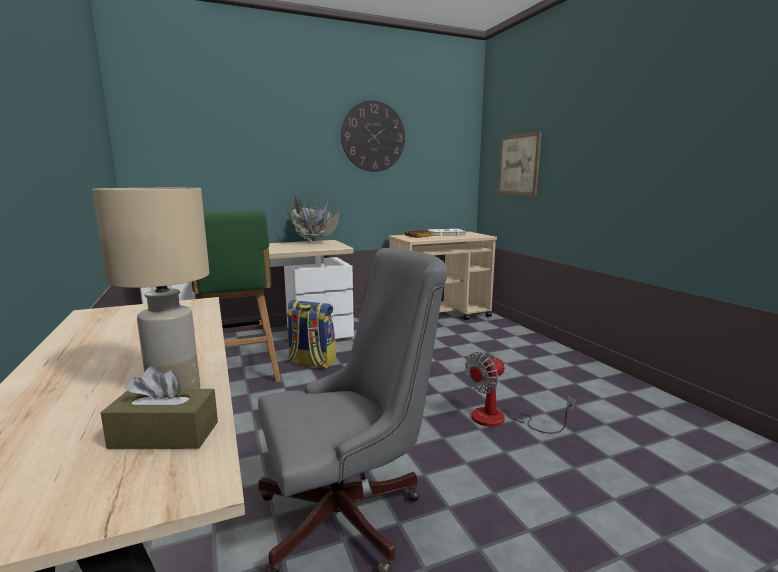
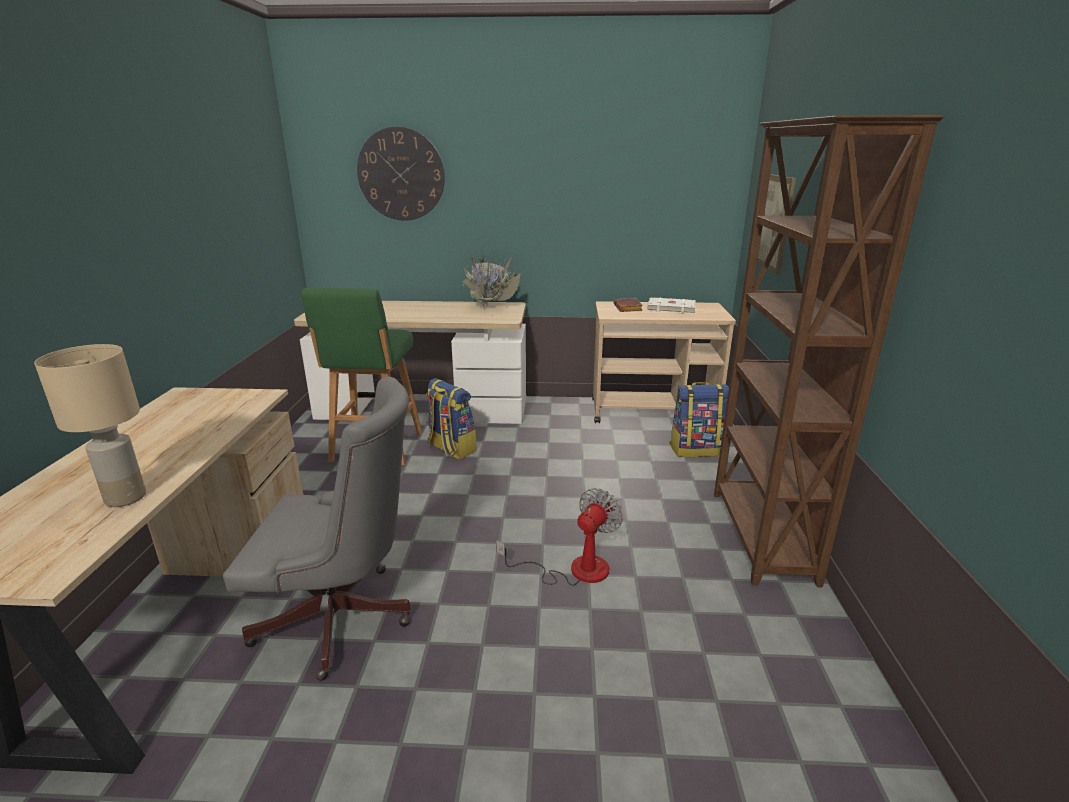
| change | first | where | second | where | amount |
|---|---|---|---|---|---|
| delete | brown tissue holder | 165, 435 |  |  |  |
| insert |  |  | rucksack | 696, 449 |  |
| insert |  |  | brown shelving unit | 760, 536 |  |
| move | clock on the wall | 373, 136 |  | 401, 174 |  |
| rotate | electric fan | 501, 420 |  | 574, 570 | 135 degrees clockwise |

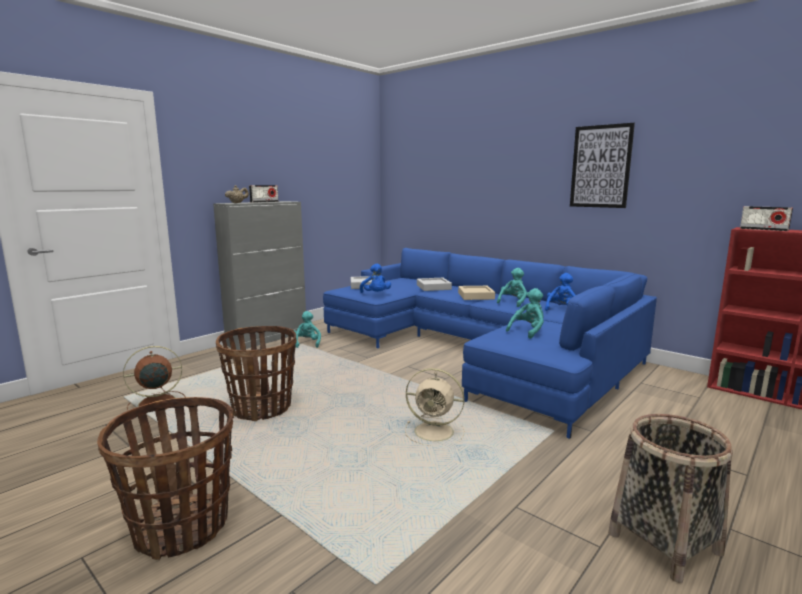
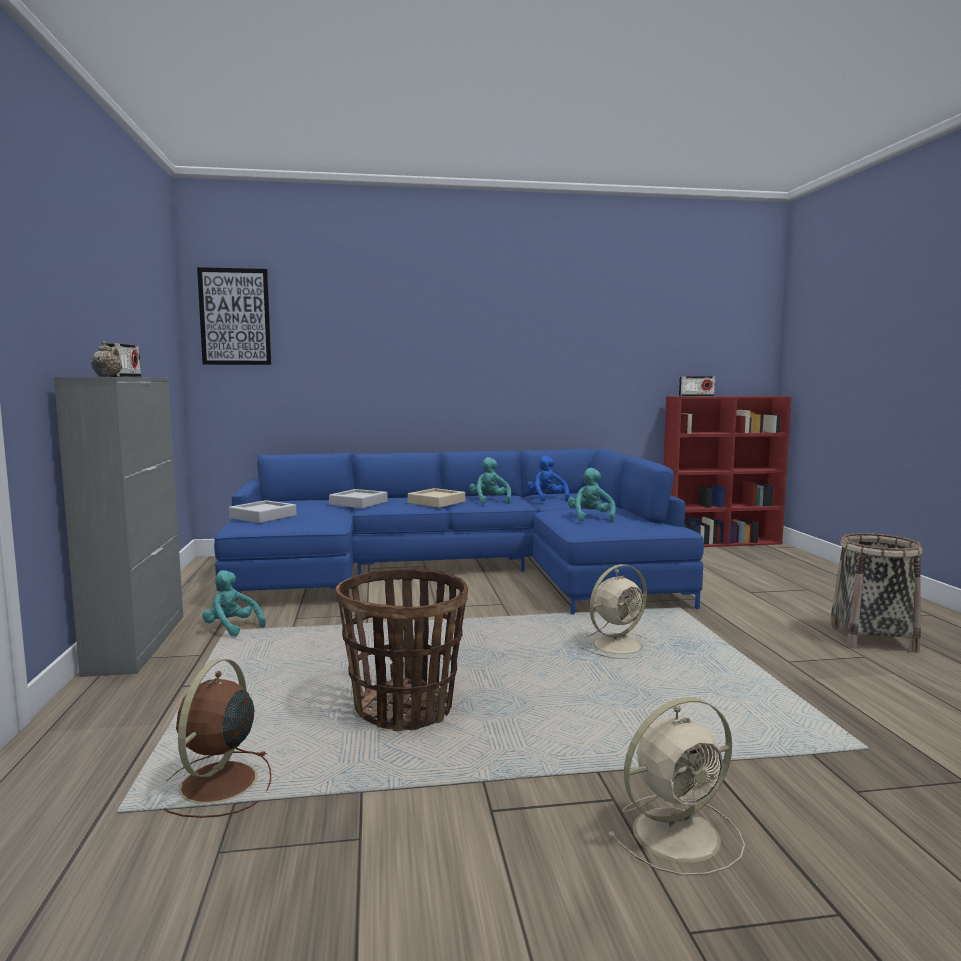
| change | first | where | second | where | amount |
|---|---|---|---|---|---|
| delete | blue-coloured cuddly toy | 375, 294 |  |  |  |
| move | wall art | 600, 166 |  | 235, 317 |  |
| replace | household basket | 181, 527 | sand-coloured electric fan | 679, 833 |  |

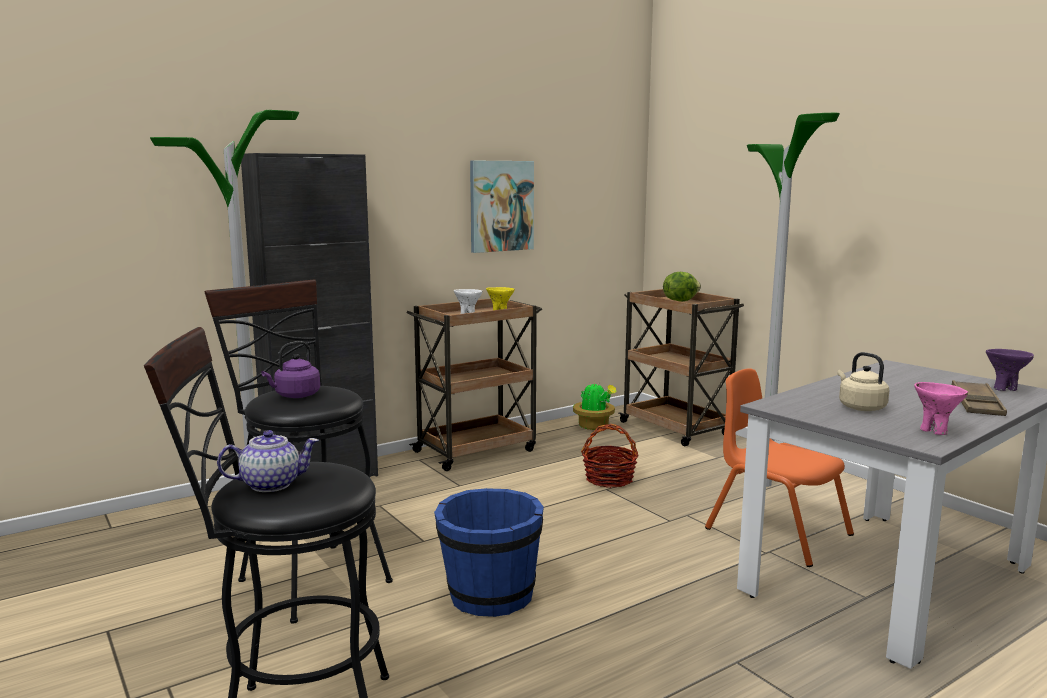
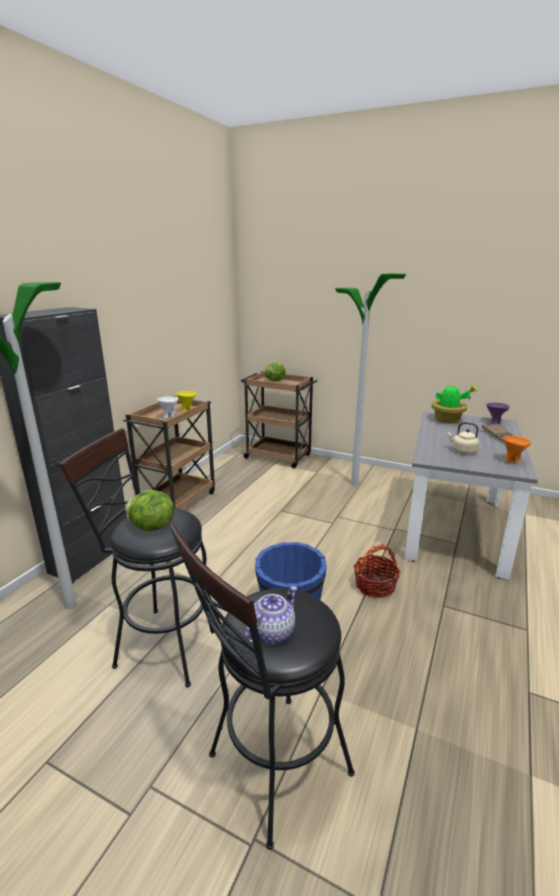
| change | first | where | second | where | amount |
|---|---|---|---|---|---|
| delete | wall art | 501, 206 |  |  |  |
| delete | orangey chair | 777, 532 |  |  |  |
| move | plant in a pot | 594, 427 |  | 448, 420 |  |
| move | household basket | 609, 479 |  | 375, 585 |  |
| replace | purple tea kettle | 295, 396 | lettuce head | 151, 527 |  |
| recolor | pink deep dish | 934, 431 | orangey deep dish | 511, 461 |  |

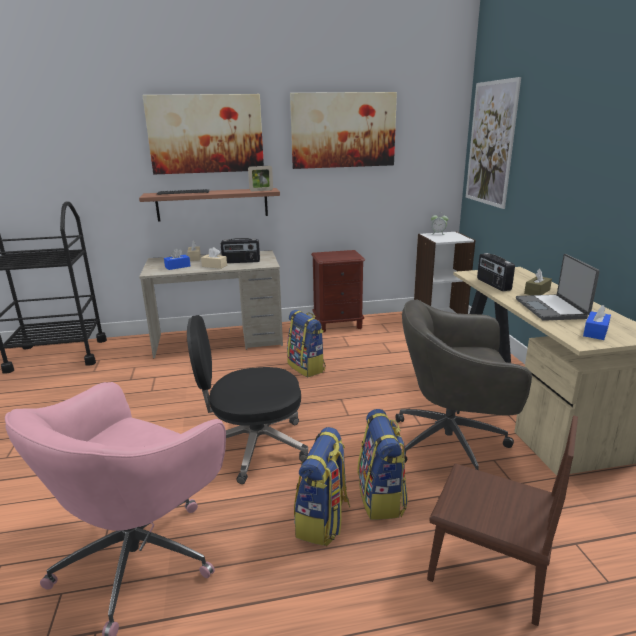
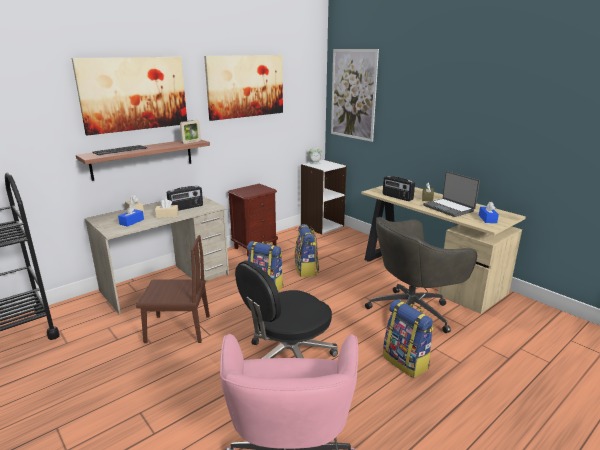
| change | first | where | second | where | amount |
|---|---|---|---|---|---|
| move | rucksack | 323, 521 |  | 306, 270 |  |
| move | brown chair | 488, 568 |  | 178, 329 |  |

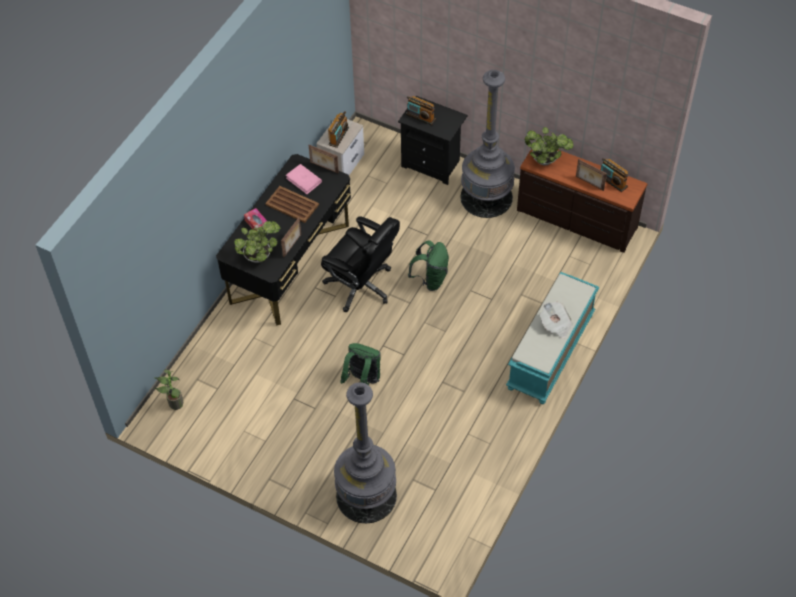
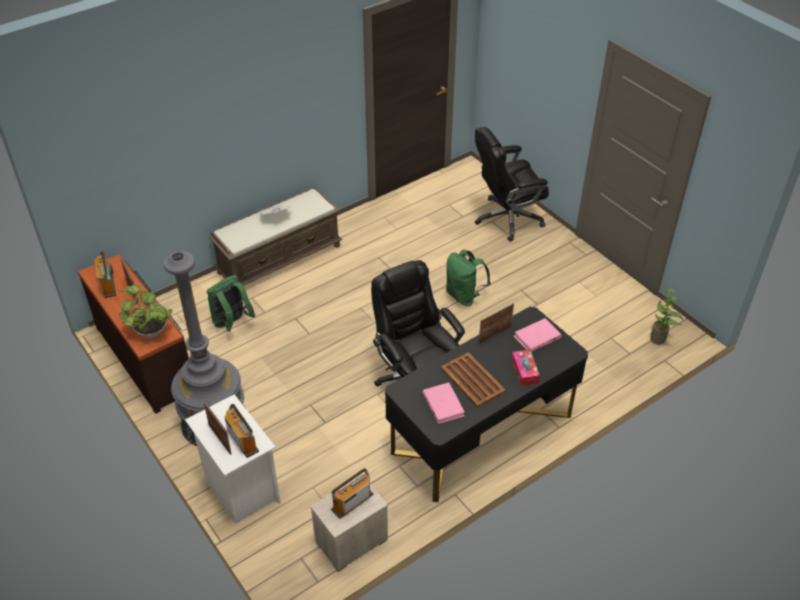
| change | first | where | second | where | amount |
|---|---|---|---|---|---|
| move | standing frame | 324, 168 |  | 220, 439 |  |
| move | green rucksack | 430, 279 |  | 232, 323 |  |
| replace | plant in a pot | 259, 256 | pink volume | 537, 337 |  |
| replace | greyish standard lamp | 366, 495 | black-coloured desk chair | 507, 218 |  |
| recolor | black-coloured nightstand | 432, 164 | whitish nightstand | 240, 490 |  |
| recolor | turquoise-coloured bench | 551, 352 | brown bench | 279, 258 |  |

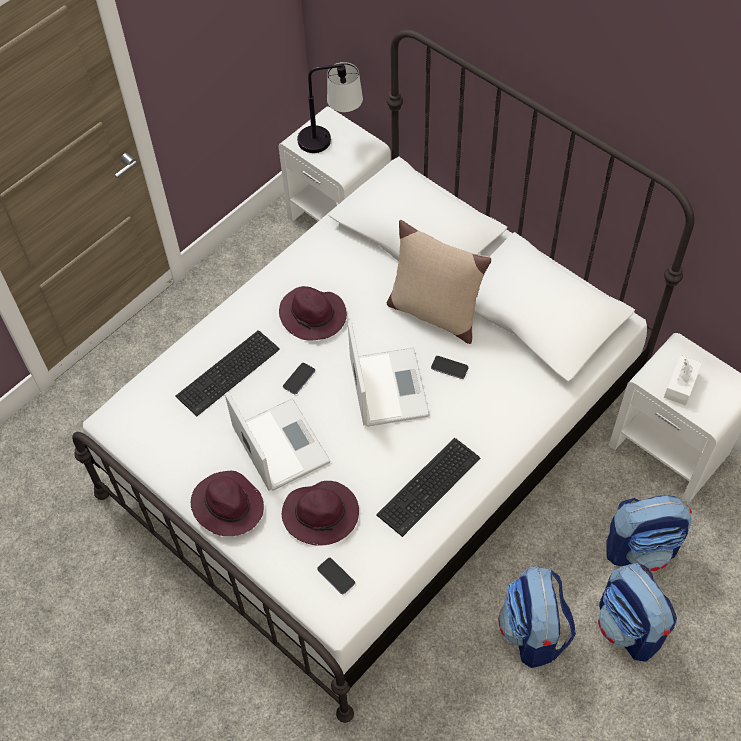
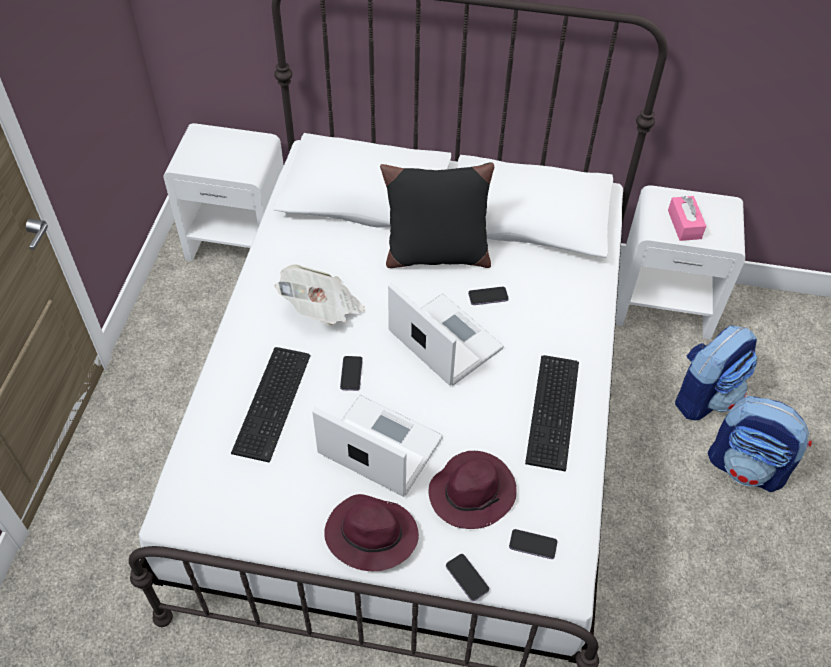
| change | first | where | second | where | amount |
|---|---|---|---|---|---|
| delete | tabletop lamp | 330, 139 |  |  |  |
| delete | rucksack | 533, 632 |  |  |  |
| insert |  |  | handset | 467, 578 |  |
| replace | purple clothing hat | 314, 316 | printed paper | 322, 309 |  |
| recolor | sand-coloured cushion | 434, 312 | black-coloured cushion | 435, 255 |  |
| recolor | whitish tissue holder | 681, 385 | pink tissue holder | 684, 224 |  |

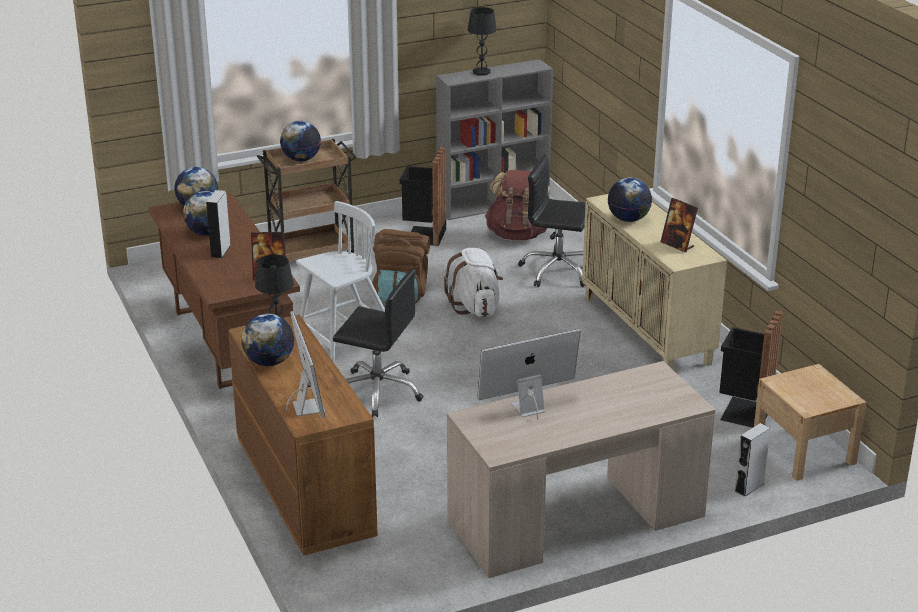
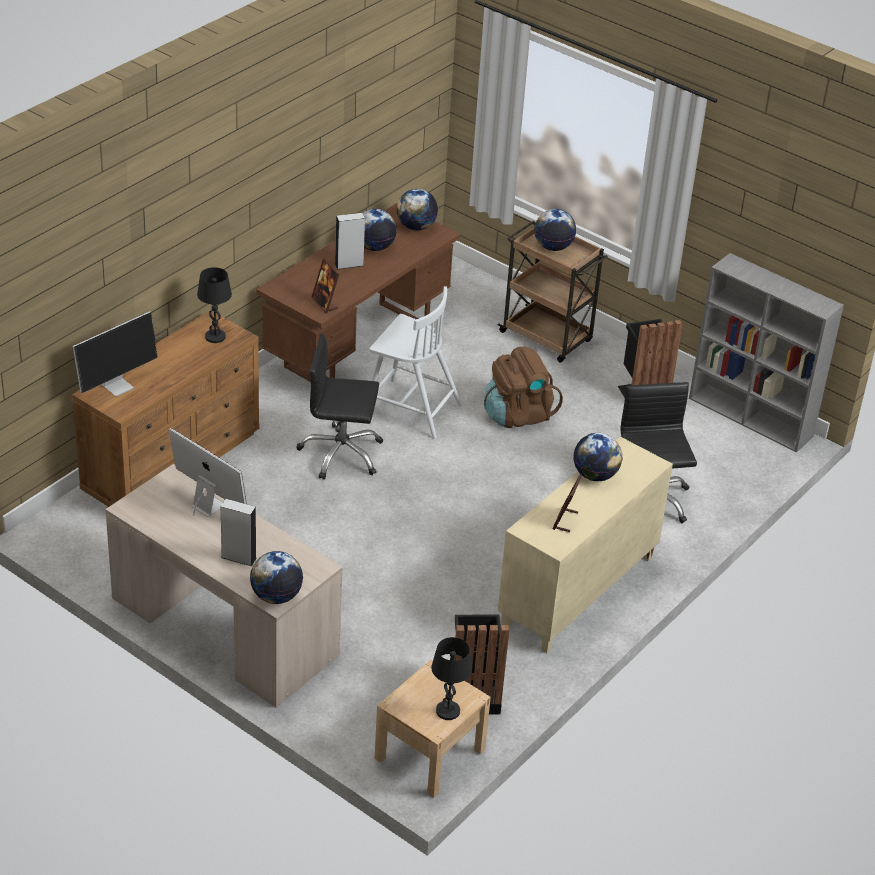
| change | first | where | second | where | amount |
|---|---|---|---|---|---|
| delete | whitish rucksack | 476, 308 |  |  |  |
| delete | brown rucksack | 517, 235 |  |  |  |
| move | world globe | 269, 362 |  | 276, 596 |  |
| move | black-coloured tabletop lamp | 481, 72 |  | 447, 711 |  |
| move | greyish audio speaker | 749, 487 |  | 238, 557 |  |
| rotate | black-coloured desk chair | 378, 392 |  | 341, 454 | 105 degrees clockwise |

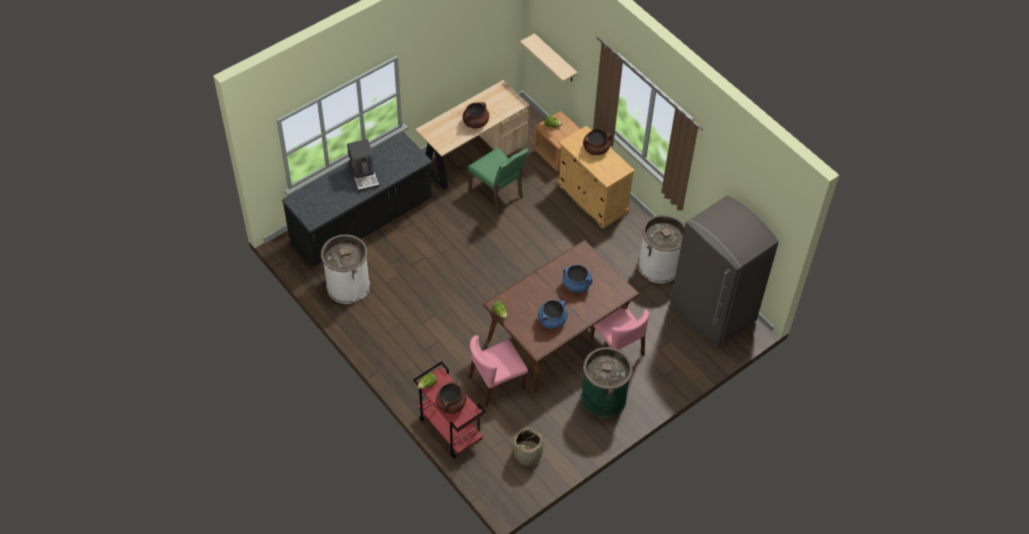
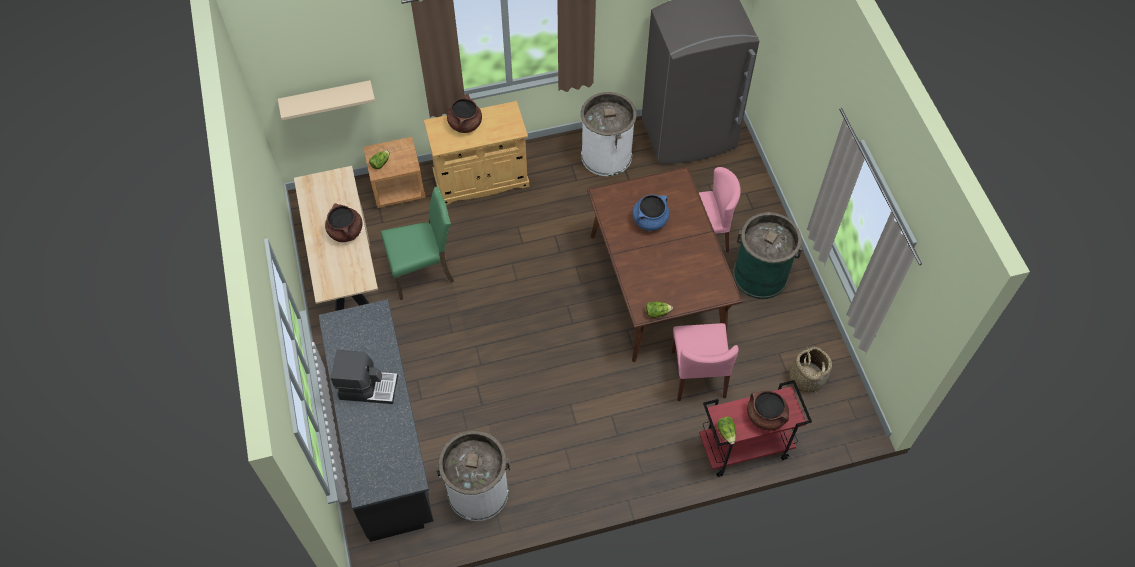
| change | first | where | second | where | amount |
|---|---|---|---|---|---|
| delete | blue-coloured saucepot | 552, 320 |  |  |  |

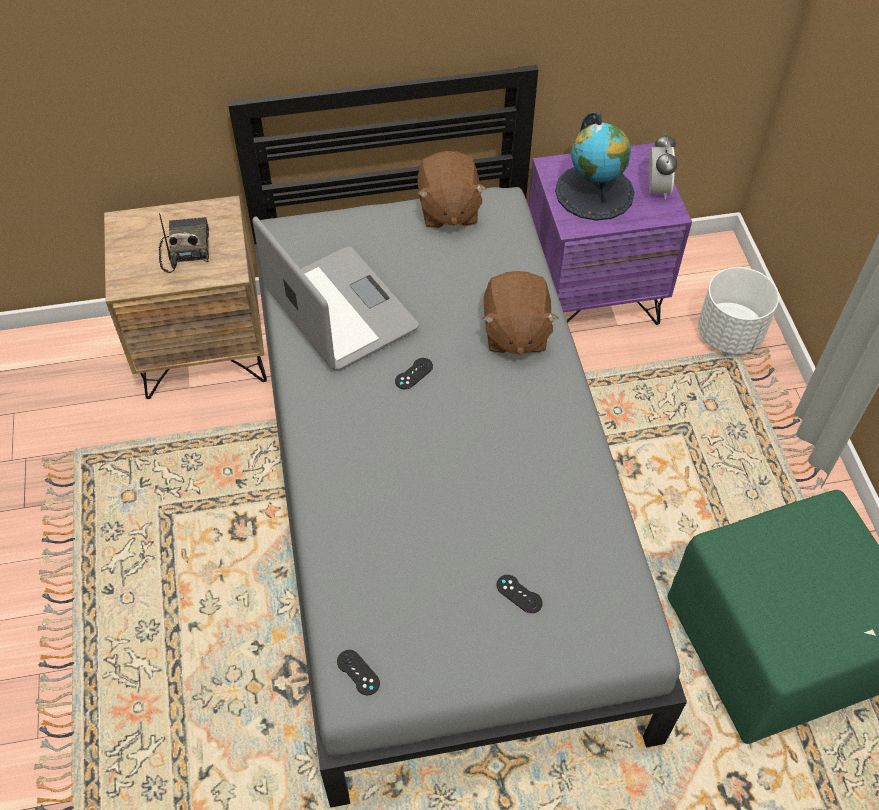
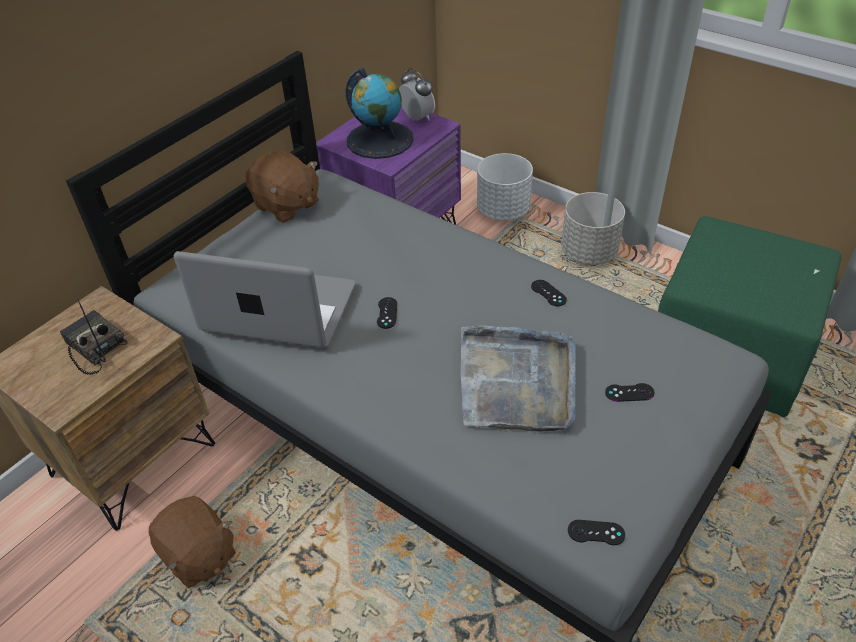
| change | first | where | second | where | amount |
|---|---|---|---|---|---|
| insert |  |  | greyish carrying tray | 516, 381 |  |
| insert |  |  | black-coloured game controller | 548, 293 |  |
| insert |  |  | greyish planter | 588, 252 |  |
| move | brown cuddly toy | 515, 332 |  | 198, 556 |  |

